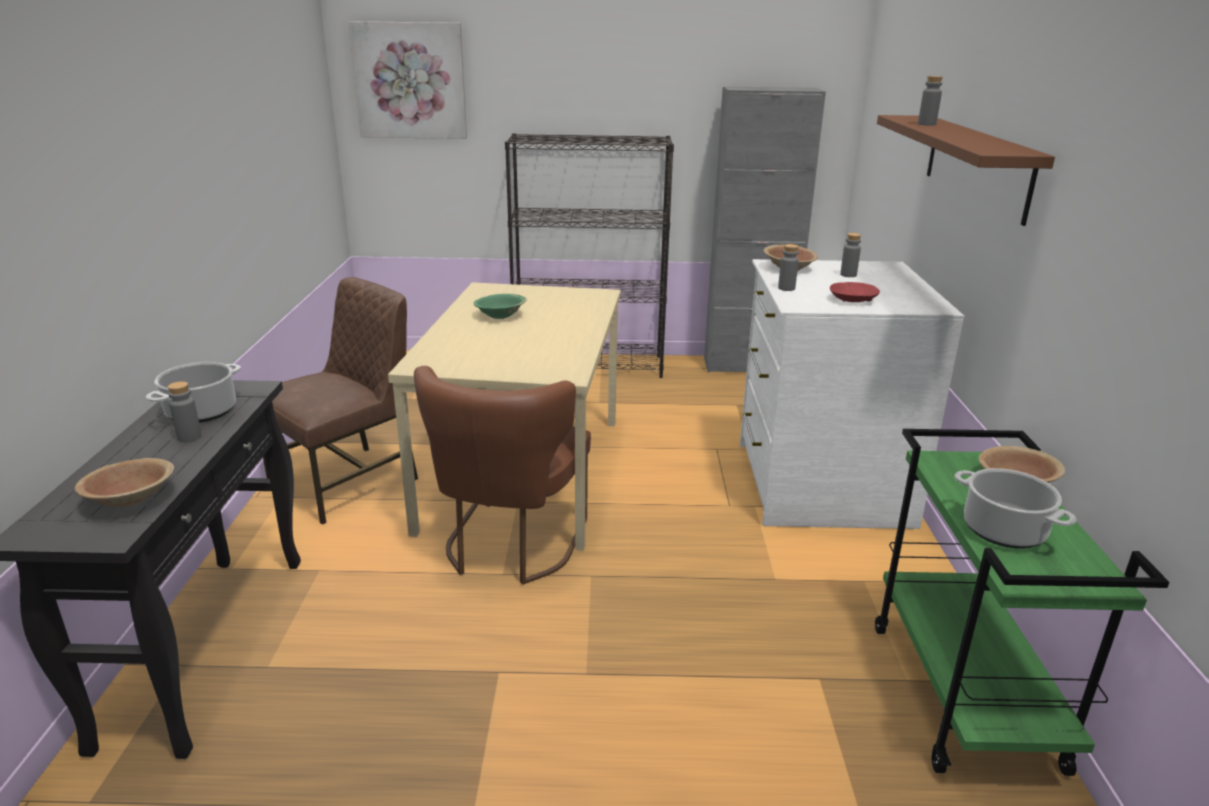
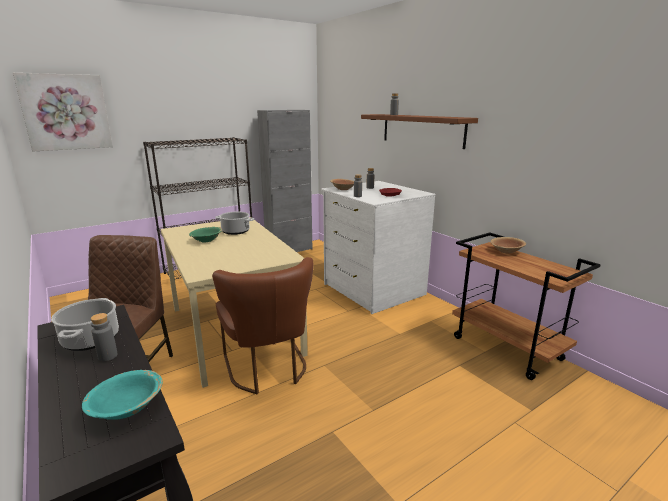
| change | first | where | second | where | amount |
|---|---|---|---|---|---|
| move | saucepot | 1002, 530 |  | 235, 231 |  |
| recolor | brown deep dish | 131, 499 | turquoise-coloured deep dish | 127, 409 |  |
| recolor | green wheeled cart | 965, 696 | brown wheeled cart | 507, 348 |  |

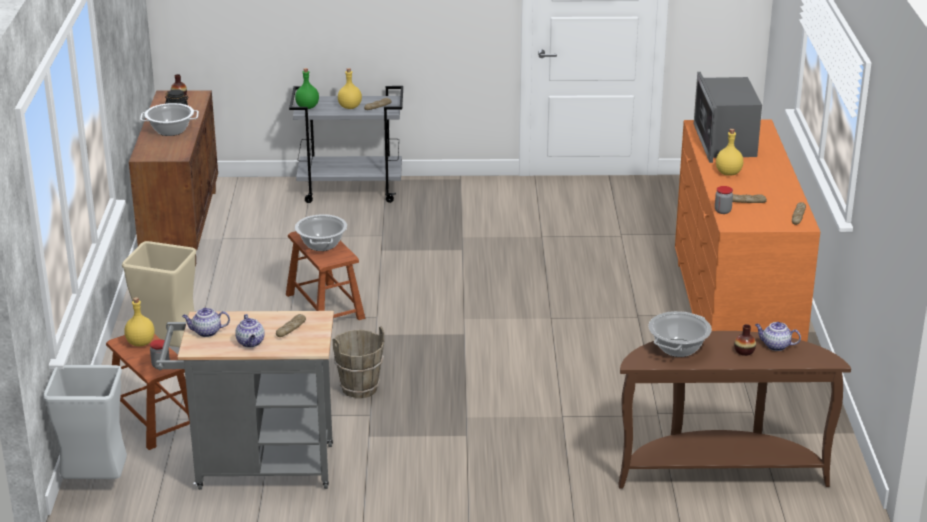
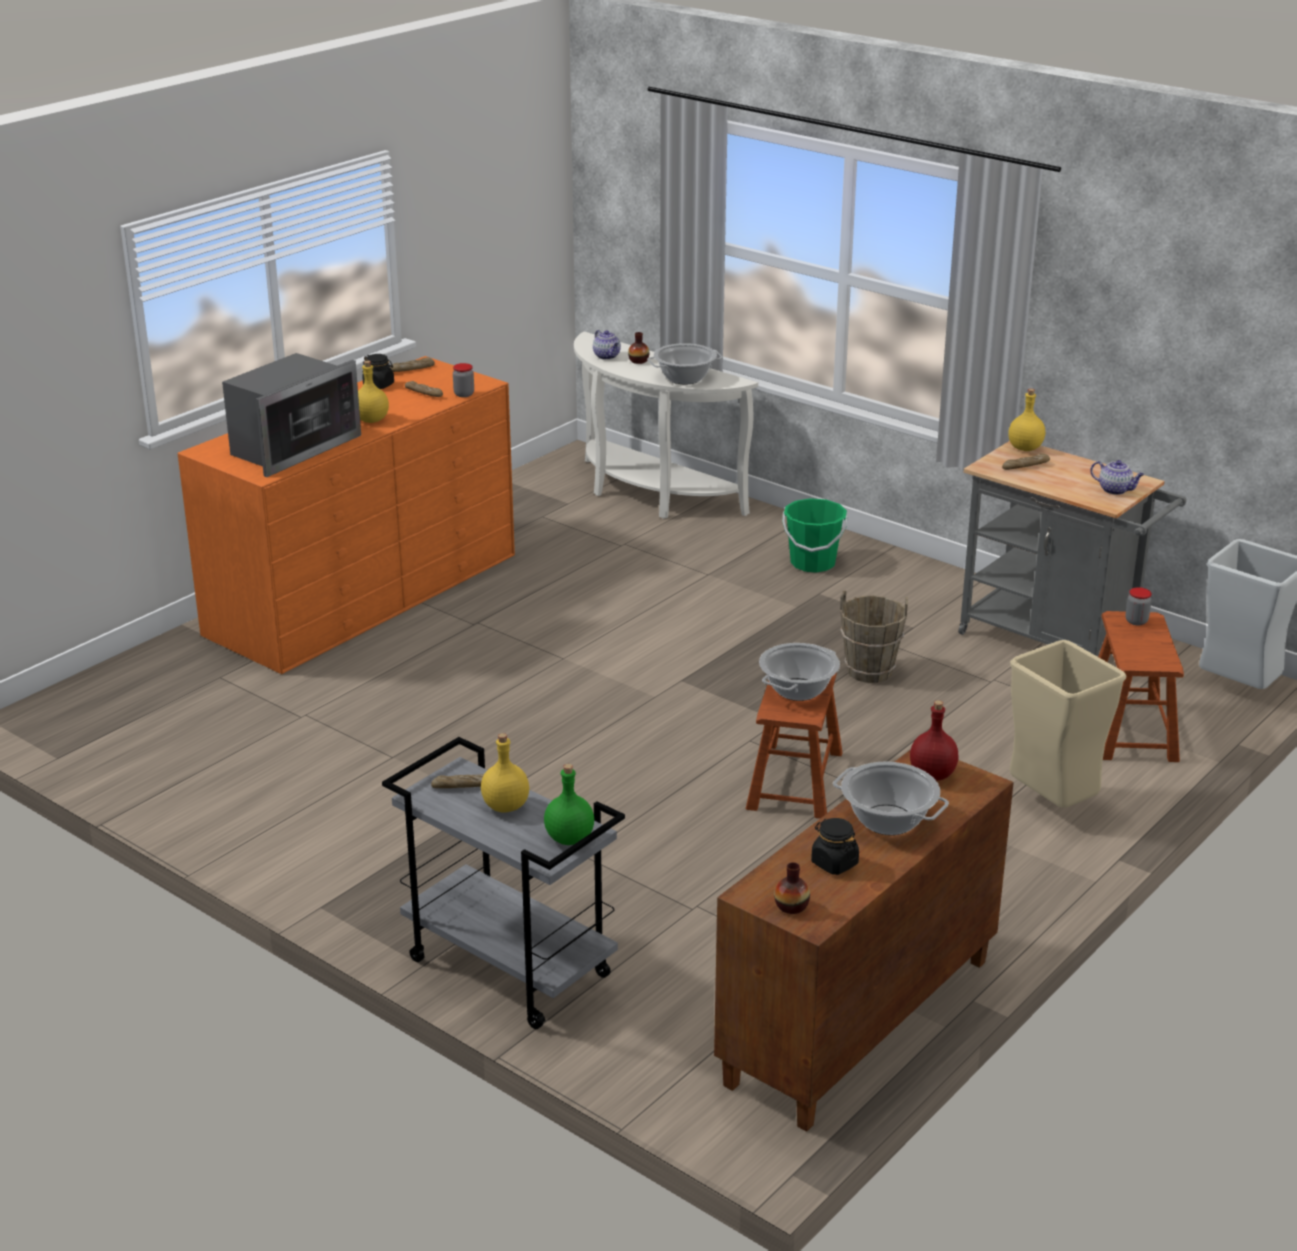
| change | first | where | second | where | amount |
|---|---|---|---|---|---|
| delete | teapot | 251, 343 |  |  |  |
| insert |  |  | black-coloured storage jar | 379, 385 |  |
| insert |  |  | green pail | 813, 563 |  |
| insert |  |  | red bottle | 933, 774 |  |
| move | yellow bottle | 140, 343 |  | 1025, 448 |  |
| recolor | brown hall table | 720, 471 | whitish hall table | 649, 495 |  |

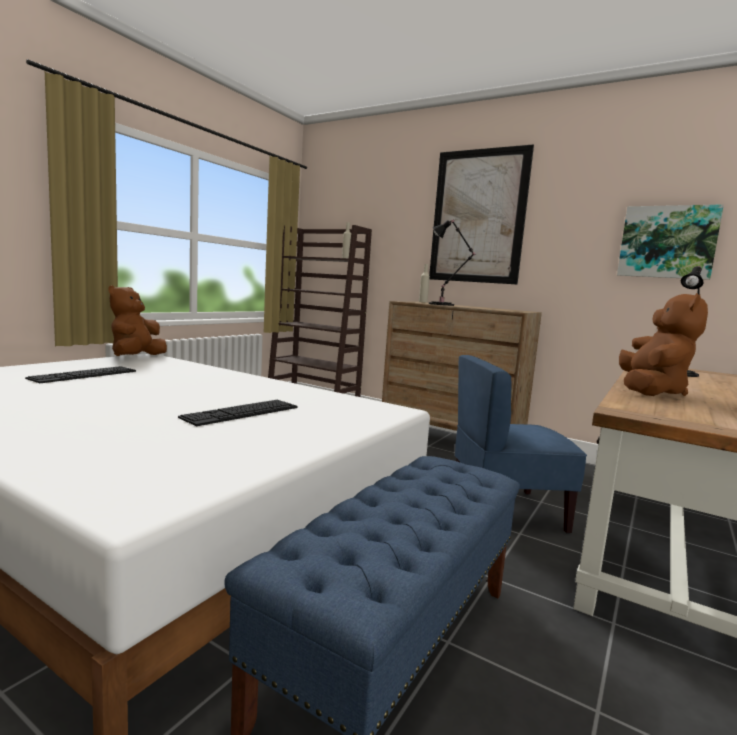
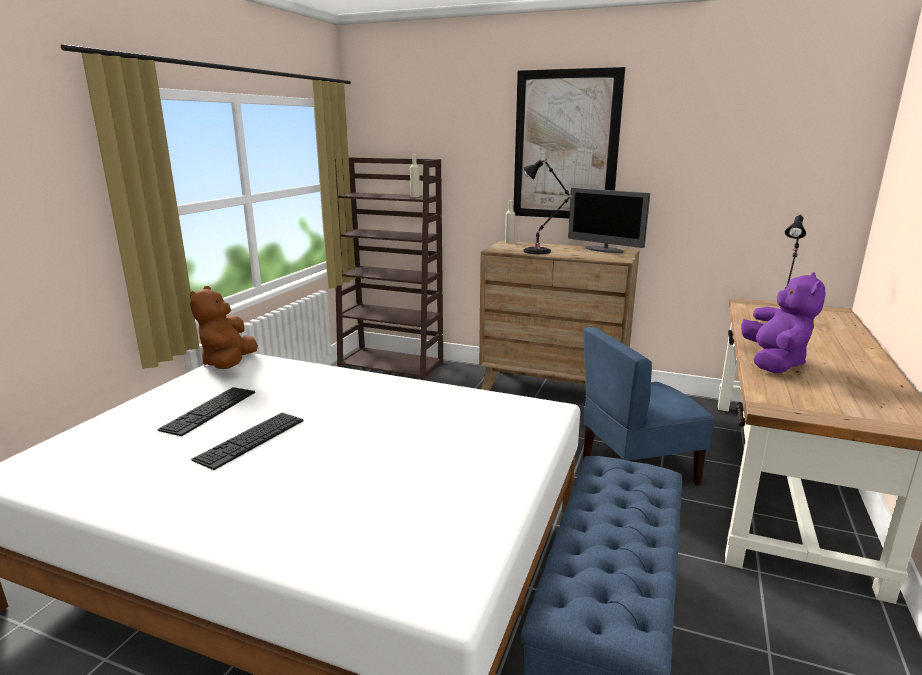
| change | first | where | second | where | amount |
|---|---|---|---|---|---|
| delete | wall art | 667, 242 |  |  |  |
| insert |  |  | computer display | 604, 250 |  |
| move | computer keyboard | 241, 412 |  | 251, 439 |  |
| recolor | brown cuddly toy | 651, 391 | purple cuddly toy | 774, 362 |  |

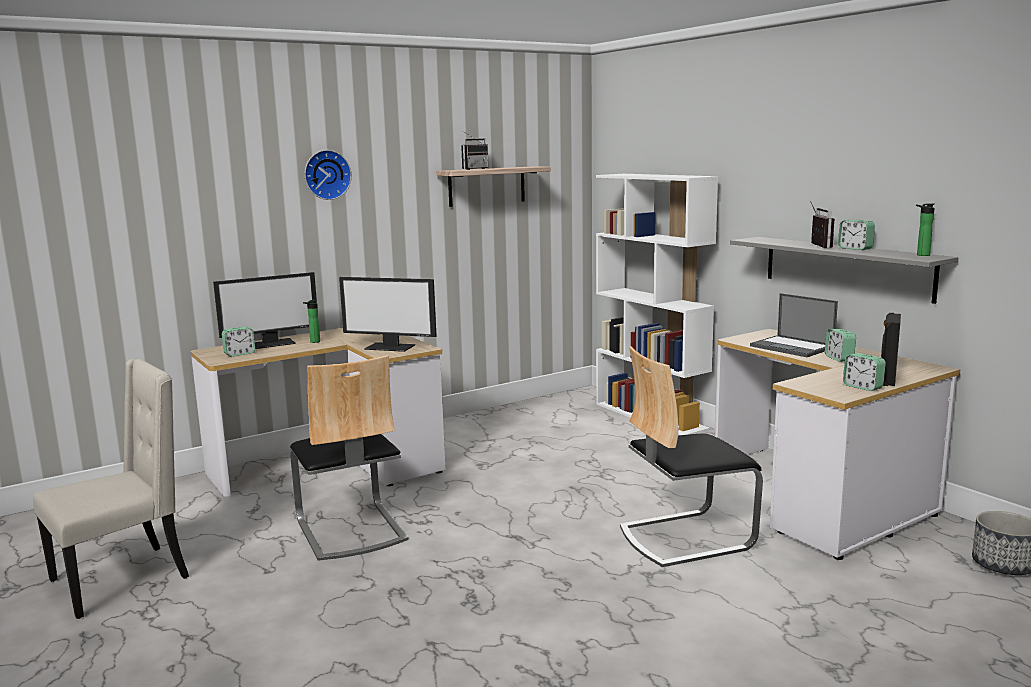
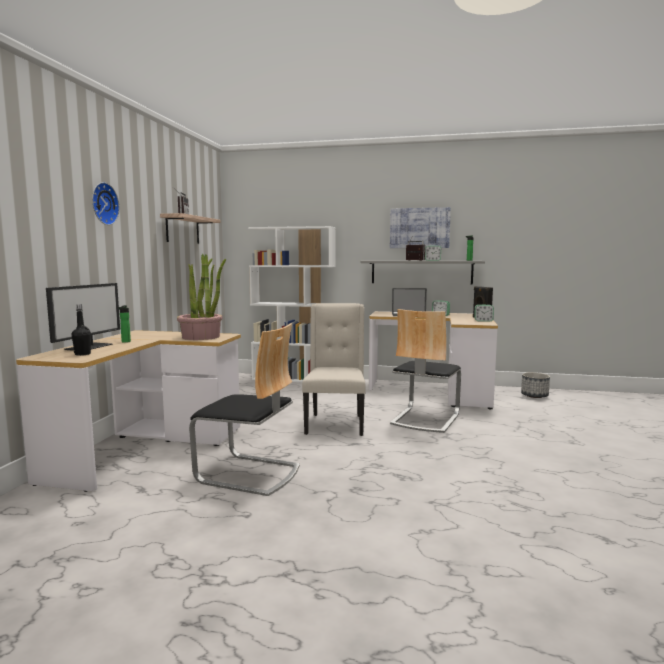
| change | first | where | second | where | amount |
|---|---|---|---|---|---|
| insert |  |  | wall art | 419, 228 |  |
| move | sand-coloured chair | 123, 579 |  | 335, 424 |  |
| replace | table clock | 239, 354 | black-coloured bottle | 82, 354 |  |
| replace | computer display | 390, 347 | plant in a pot | 201, 337 |  |

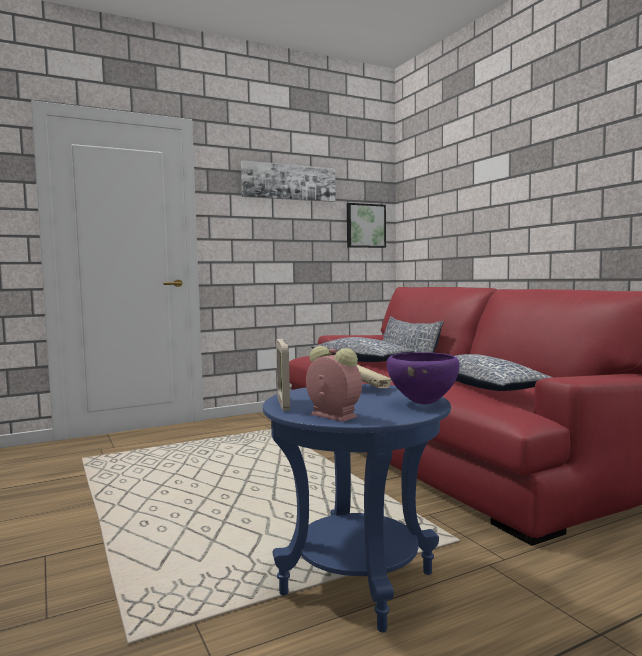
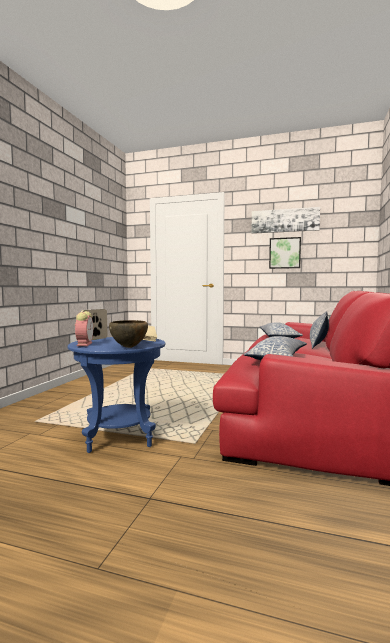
| change | first | where | second | where | amount |
|---|---|---|---|---|---|
| move | wall art | 365, 226 |  | 285, 253 |  |
| recolor | purple deep dish | 423, 403 | brown deep dish | 129, 347 |  |

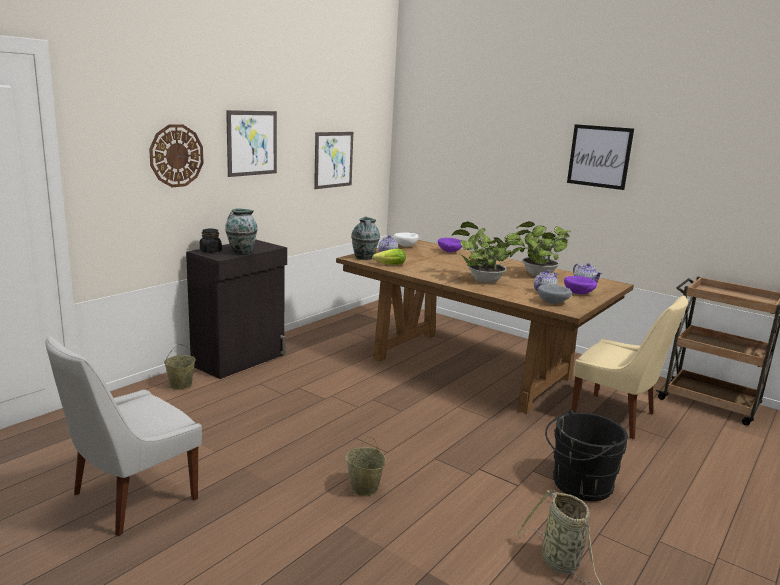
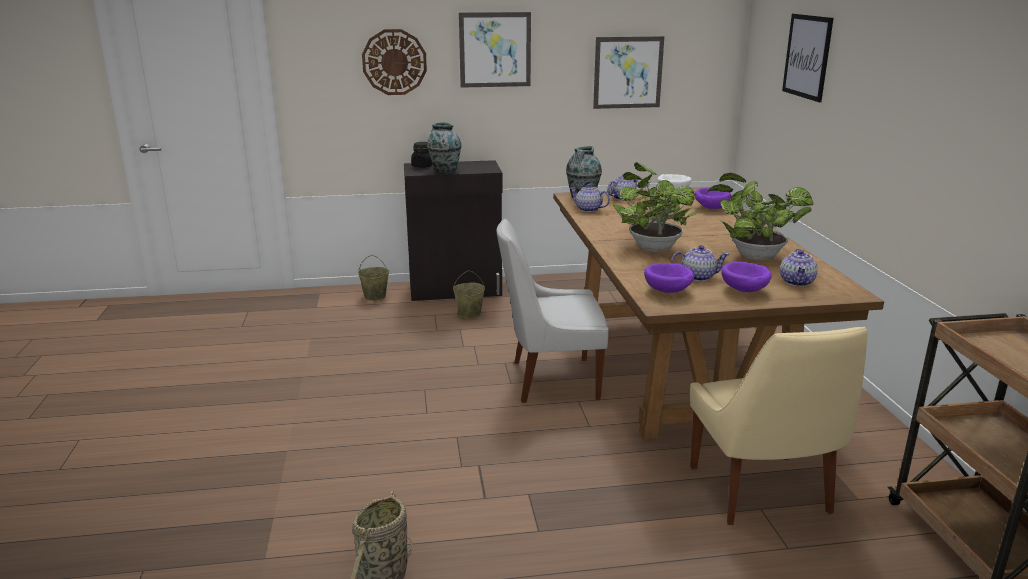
| change | first | where | second | where | amount |
|---|---|---|---|---|---|
| delete | black-coloured pail | 579, 485 |  |  |  |
| move | whitish chair | 130, 498 |  | 550, 380 |  |
| move | sand-coloured pail | 364, 488 |  | 469, 314 |  |
| move | wall art | 599, 156 |  | 807, 56 |  |
| replace | lettuce head | 388, 265 | teapot | 588, 209 |  |
| recolor | greyish deep dish | 553, 303 | purple deep dish | 668, 291 |  |

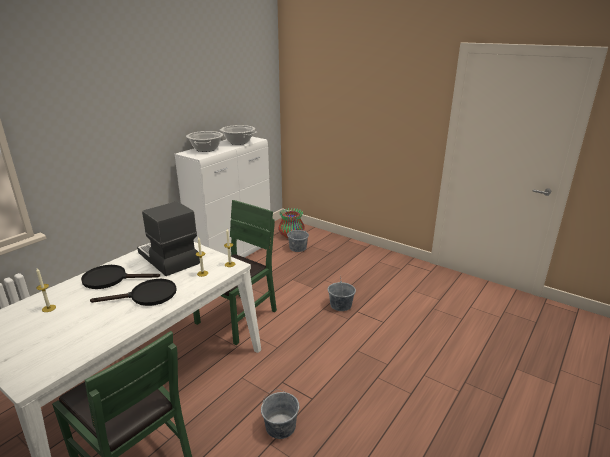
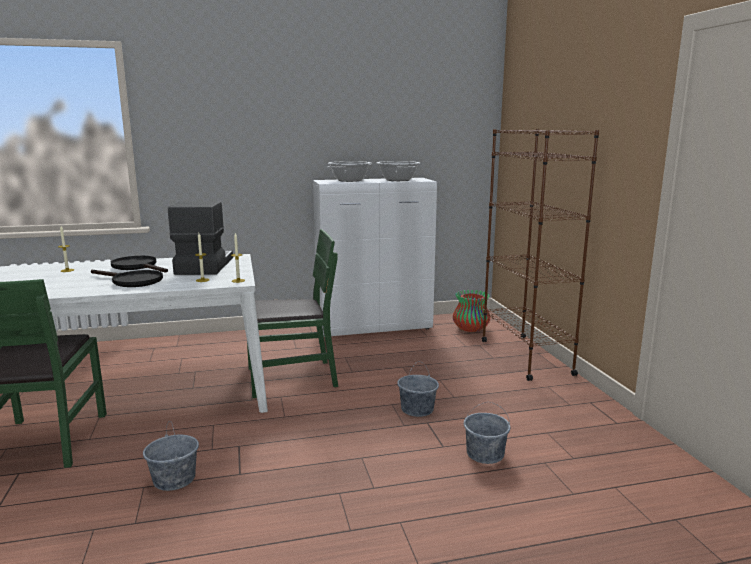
| change | first | where | second | where | amount |
|---|---|---|---|---|---|
| insert |  |  | brown shelving unit | 525, 357 |  |
| move | greyish pail | 298, 248 |  | 485, 454 |  |

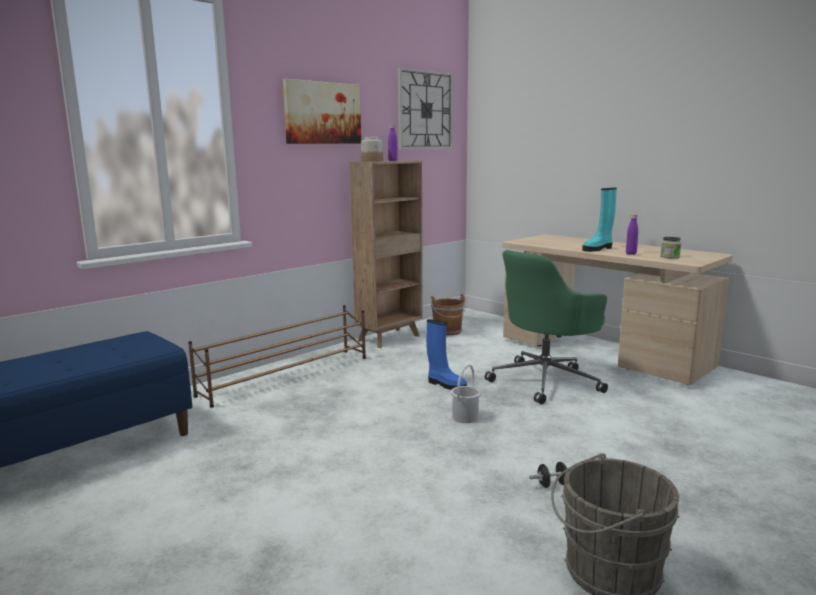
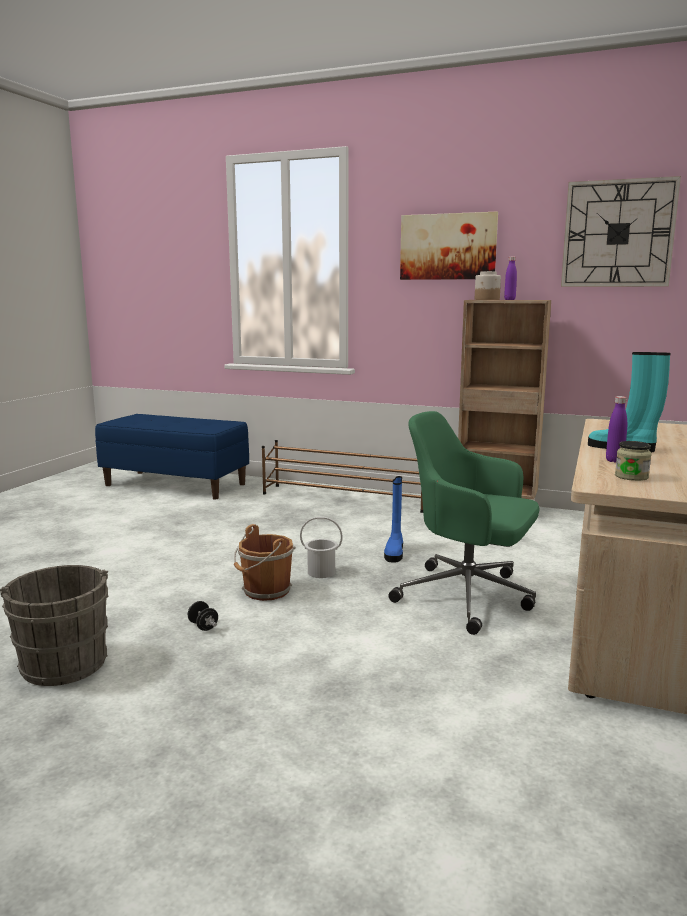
| change | first | where | second | where | amount |
|---|---|---|---|---|---|
| move | brown pail | 448, 332 |  | 265, 591 |  |

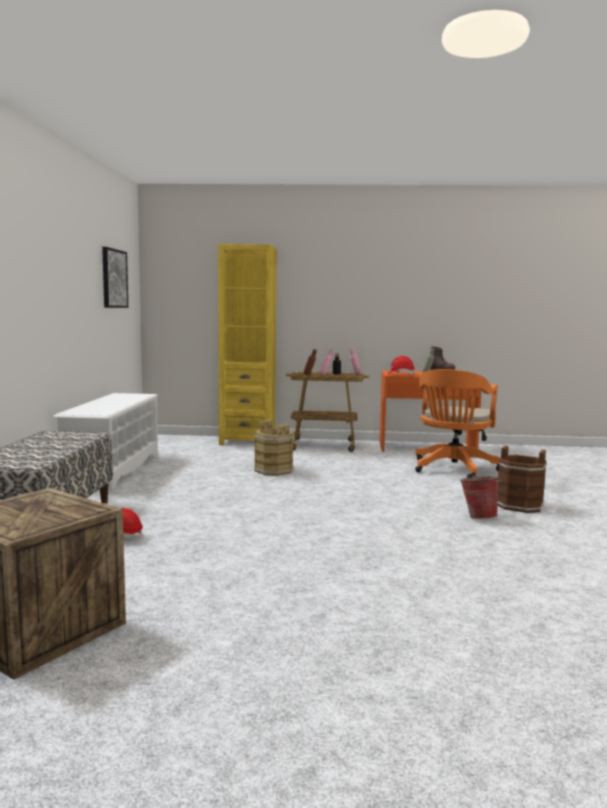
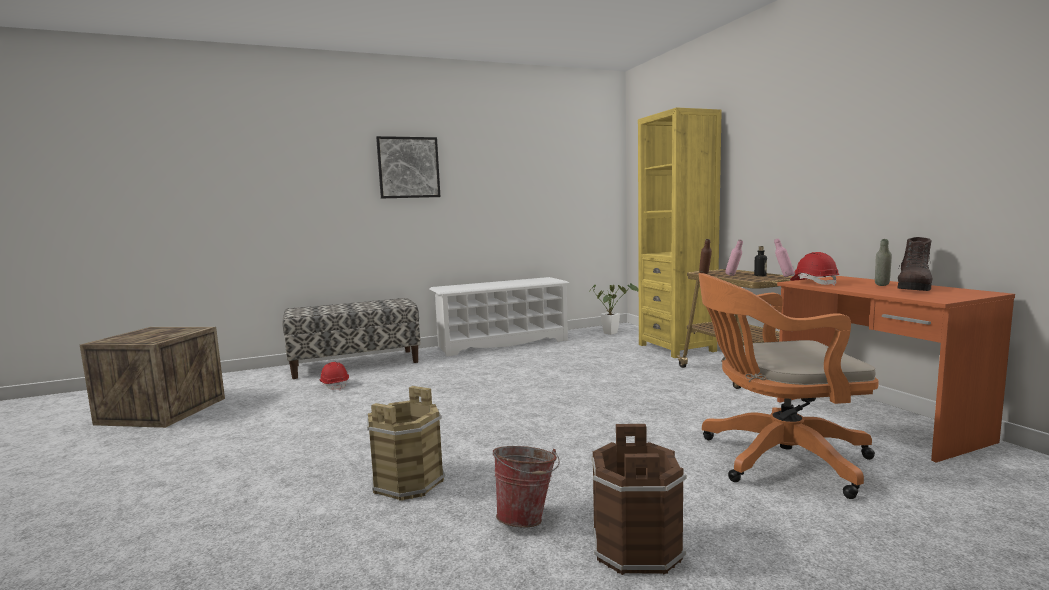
| change | first | where | second | where | amount |
|---|---|---|---|---|---|
| insert |  |  | plant in a pot | 612, 332 |  |
| move | wall art | 113, 278 |  | 408, 167 |  |
| move | brown pail | 274, 470 |  | 409, 482 |  |

